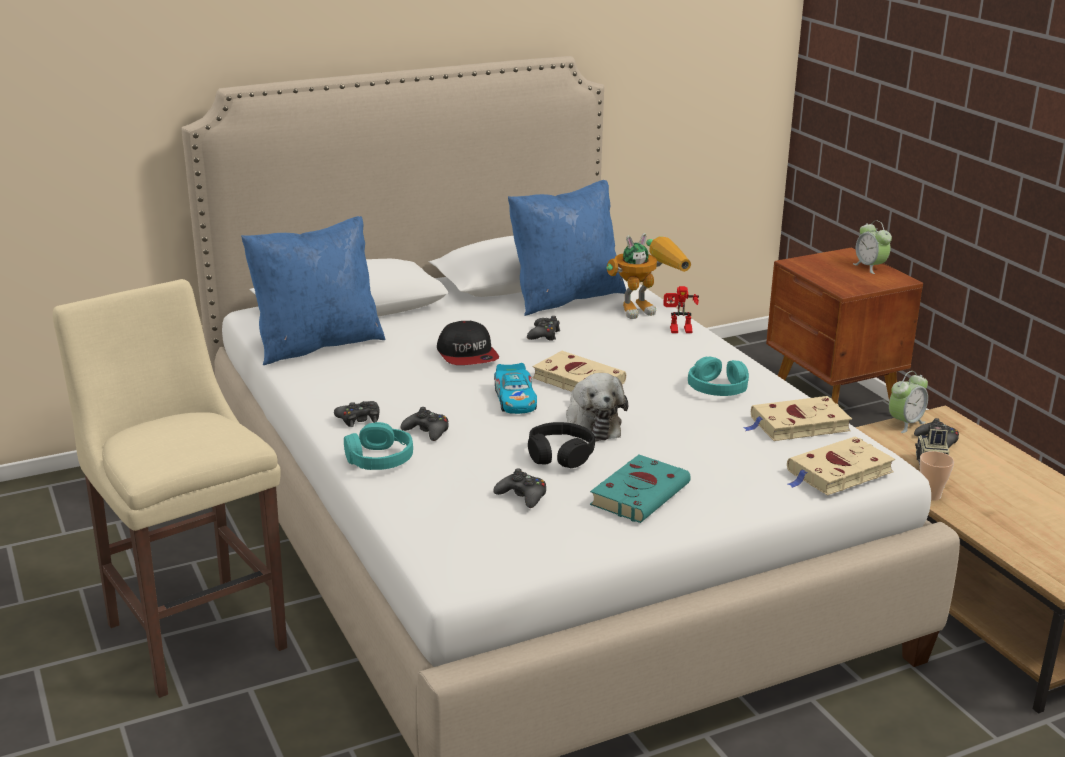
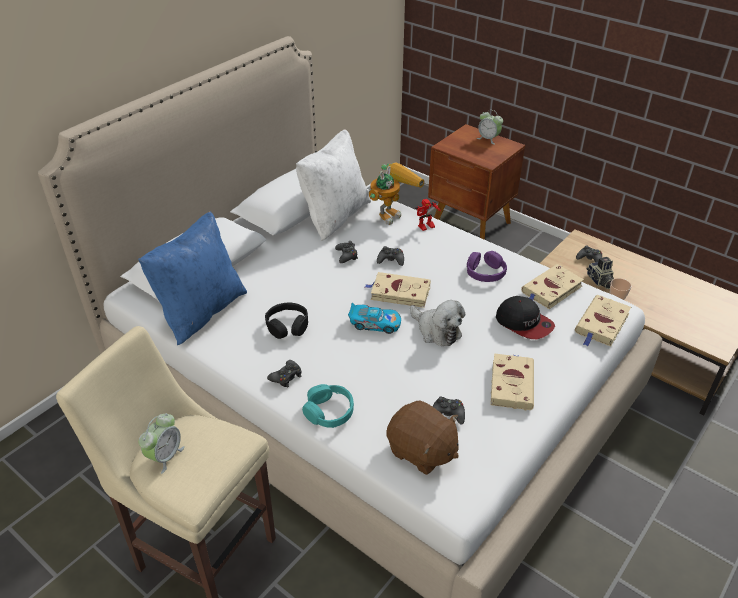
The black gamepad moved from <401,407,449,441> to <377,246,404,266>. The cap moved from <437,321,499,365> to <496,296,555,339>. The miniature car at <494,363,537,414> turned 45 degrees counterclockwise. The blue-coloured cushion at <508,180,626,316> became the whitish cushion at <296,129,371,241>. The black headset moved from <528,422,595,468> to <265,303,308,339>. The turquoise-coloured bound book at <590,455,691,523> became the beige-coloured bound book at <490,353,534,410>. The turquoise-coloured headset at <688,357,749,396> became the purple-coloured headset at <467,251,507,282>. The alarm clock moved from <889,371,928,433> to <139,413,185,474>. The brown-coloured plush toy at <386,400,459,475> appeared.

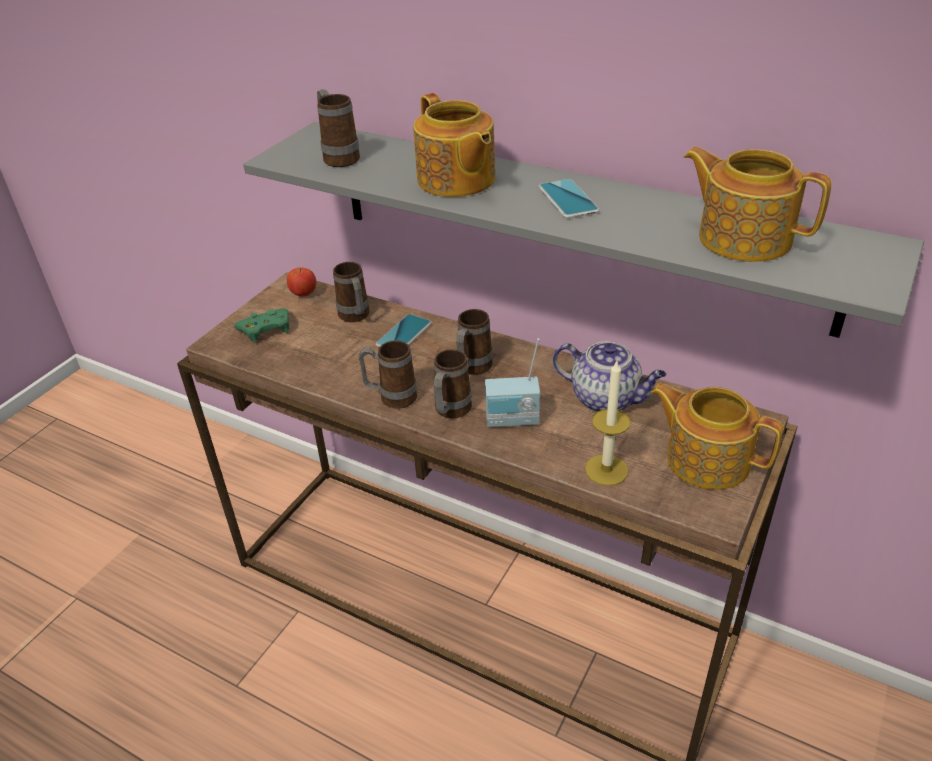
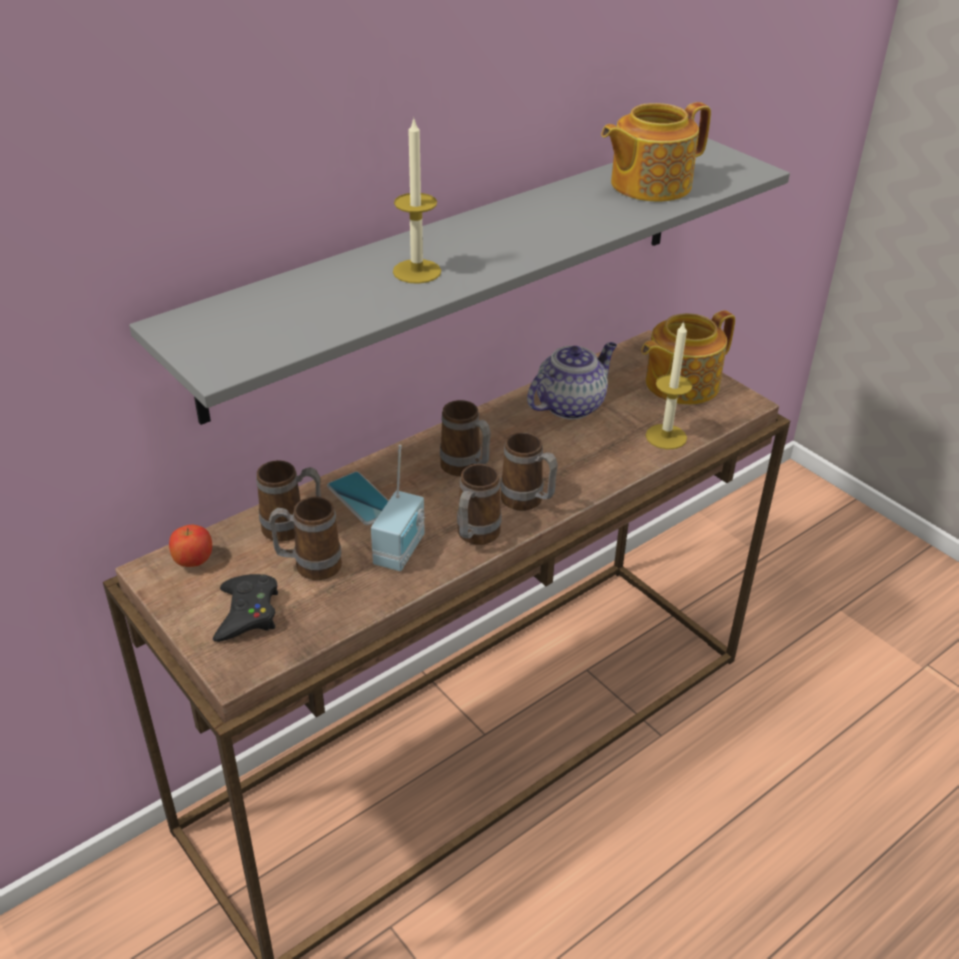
The green-coloured gamepad at <234,308,289,343> became the black gamepad at <213,574,278,642>. The coffee mug moved from <317,89,360,167> to <269,496,342,580>. The tea pot at <413,93,495,197> was replaced by the wax candle at <393,117,441,284>. The radio moved from <485,338,540,427> to <371,445,425,571>. The handset at <539,179,600,218> disappeared.

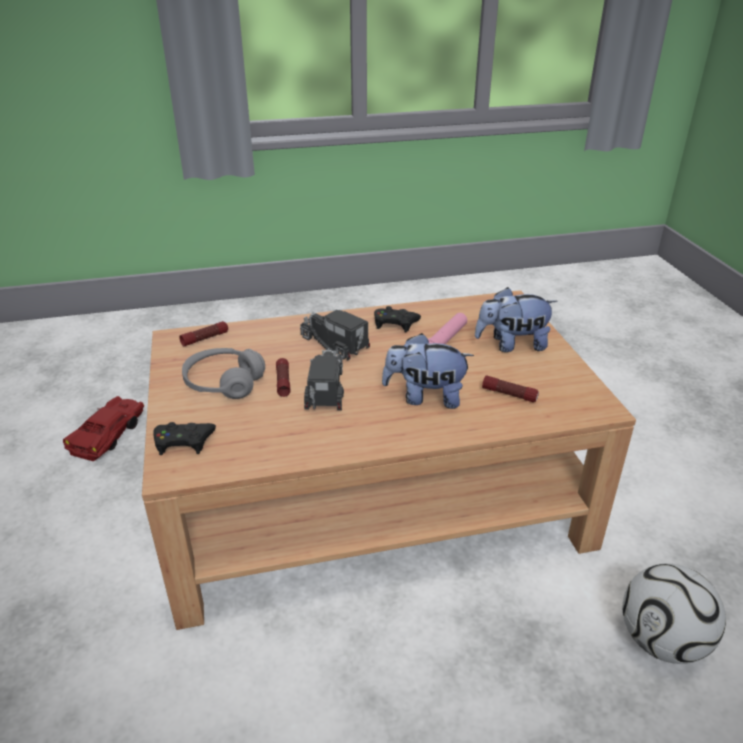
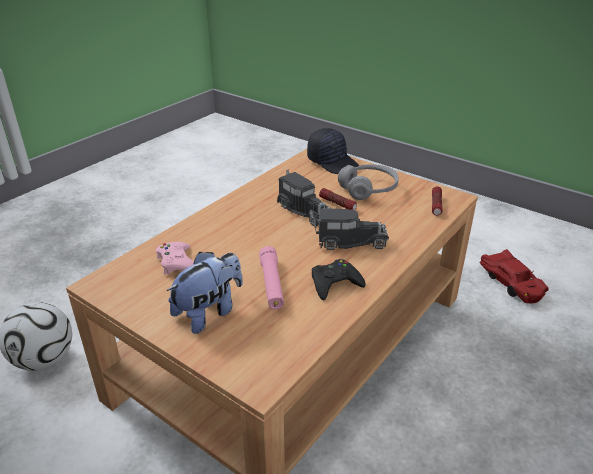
The black gamepad at <153,422,216,455> was replaced by the black cap at <307,128,359,174>. The plush toy at <382,333,474,409> disappeared. The hand torch at <482,375,539,402> was replaced by the pink gamepad at <156,242,194,274>.

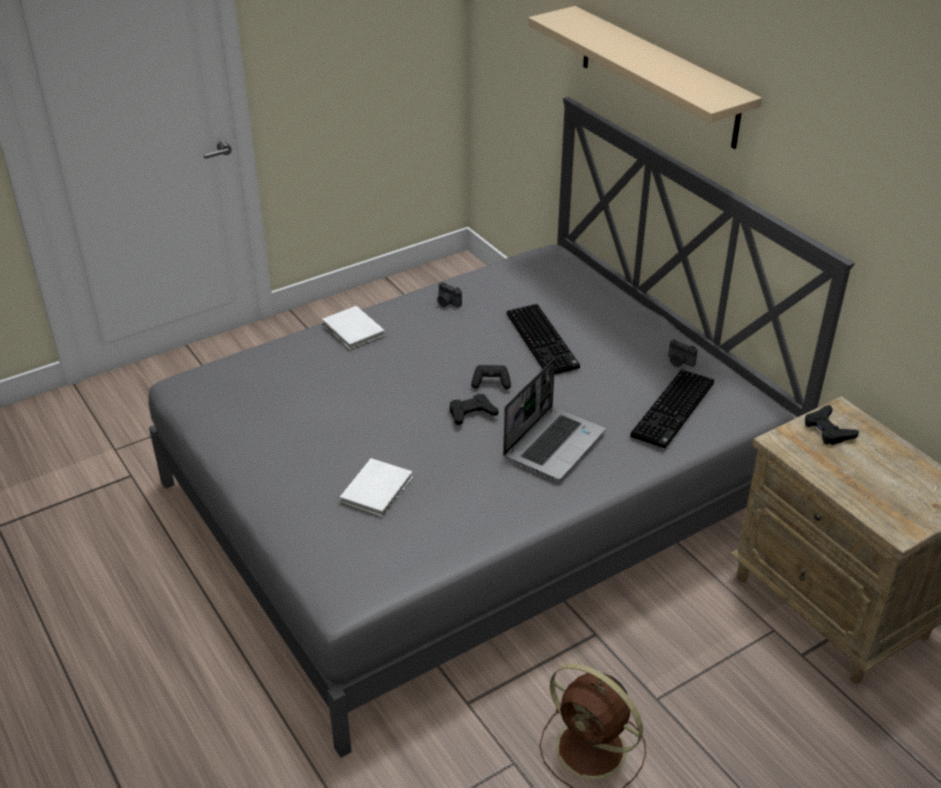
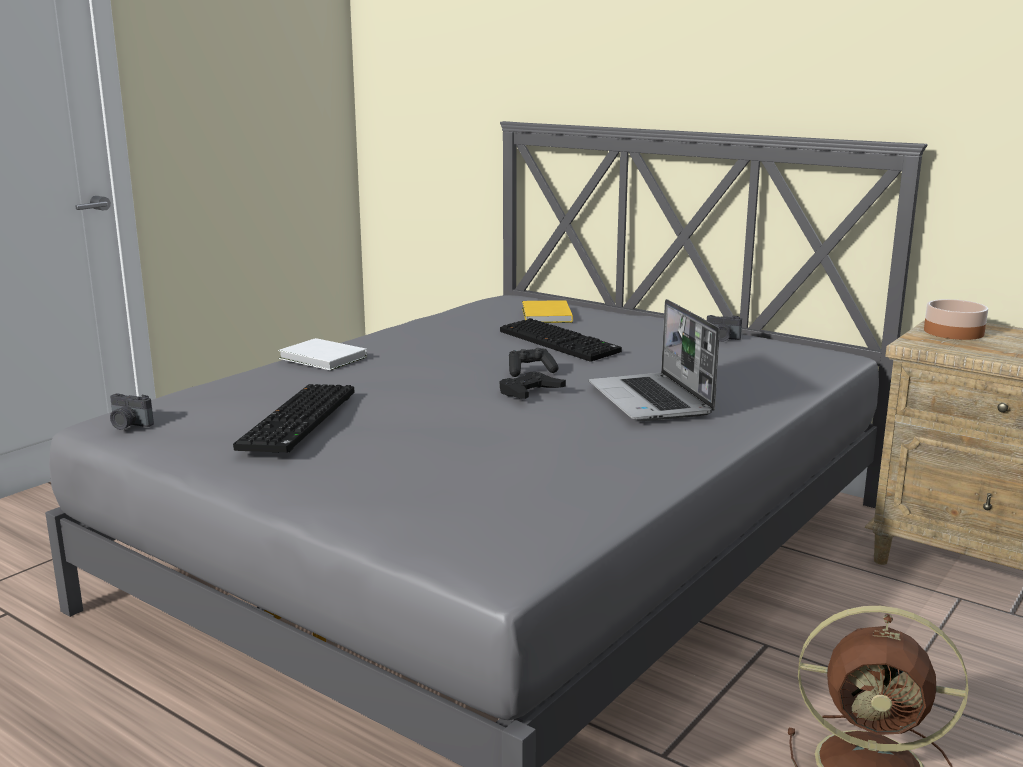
The whitish bound book at <340,458,413,517> disappeared. The still camera moved from <437,282,462,307> to <110,393,154,430>. The notebook computer at <503,359,606,480> turned 150 degrees clockwise. The beige-coloured shelf at <528,6,762,149> disappeared. The computer keyboard moved from <630,370,714,448> to <233,384,355,453>. The black gamepad at <805,405,859,445> was replaced by the deep dish at <924,299,988,340>. The yellow-coloured bound book at <522,300,573,323> appeared.

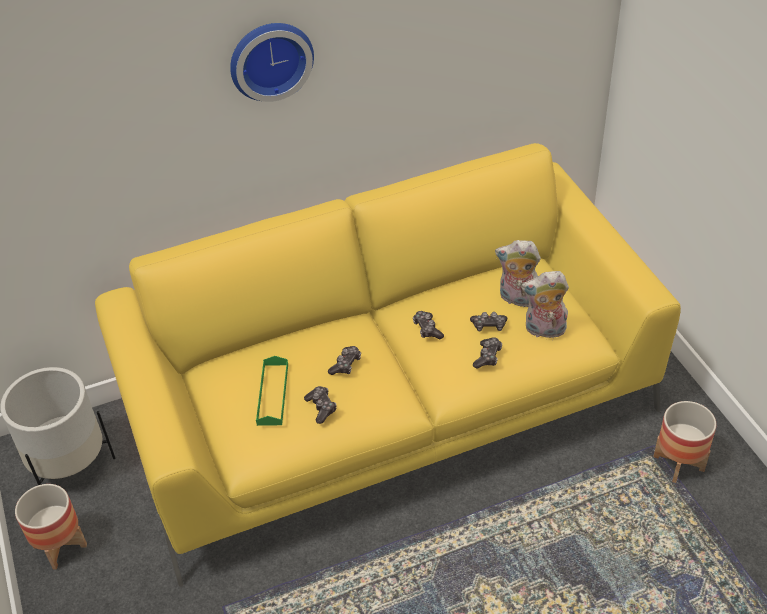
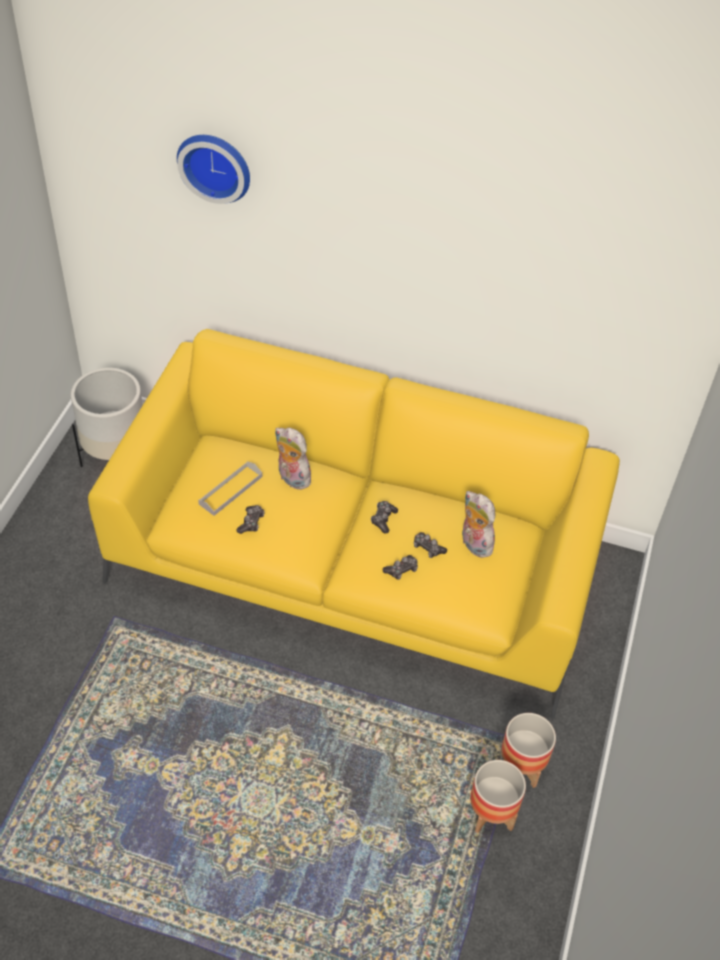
The flower pot moved from <15,484,87,570> to <470,760,526,833>. The wall clock moved from <230,23,314,102> to <177,135,250,204>. The green-coloured tray at <256,356,288,426> became the greyish tray at <198,462,262,516>. The gamepad at <328,346,361,375> disappeared. The plush toy moved from <521,271,569,338> to <275,428,311,490>.

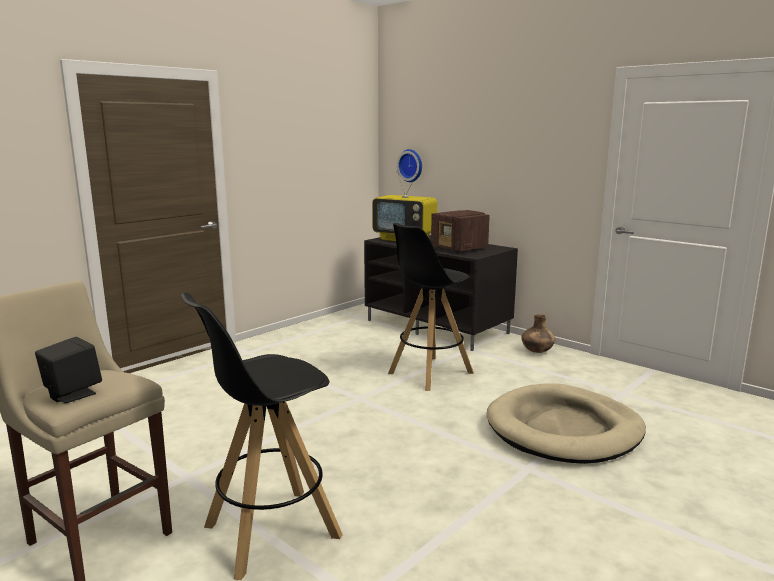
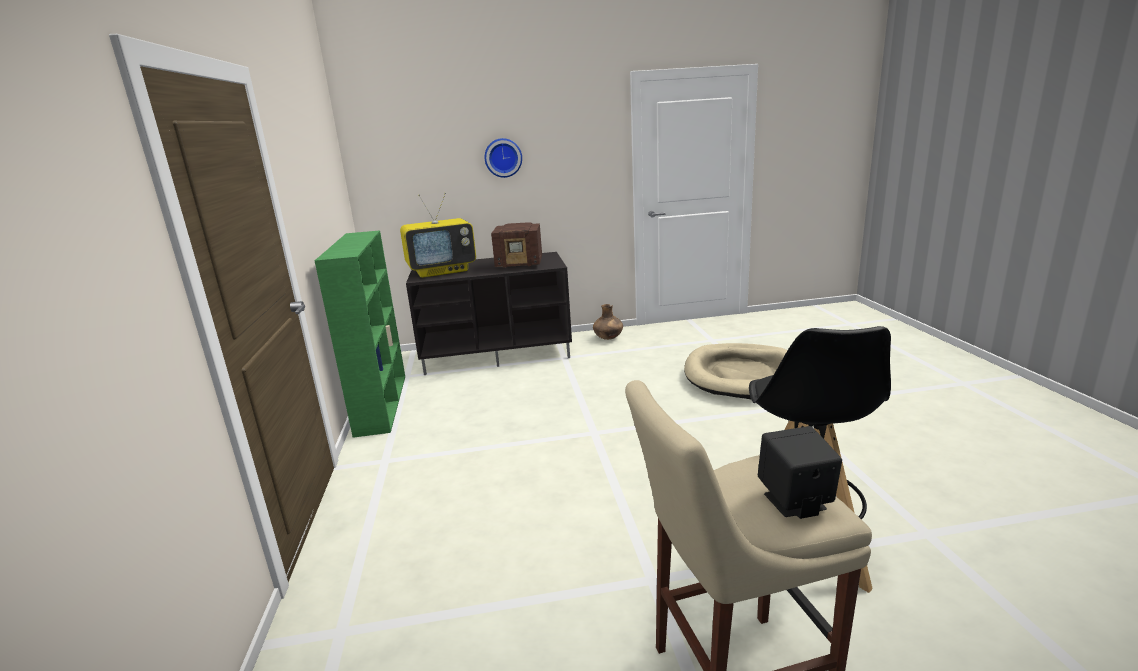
The black stool at <388,223,474,391> disappeared. The wall clock moved from <397,149,422,182> to <484,138,522,178>. The green-coloured bookshelf at <315,230,405,438> appeared.

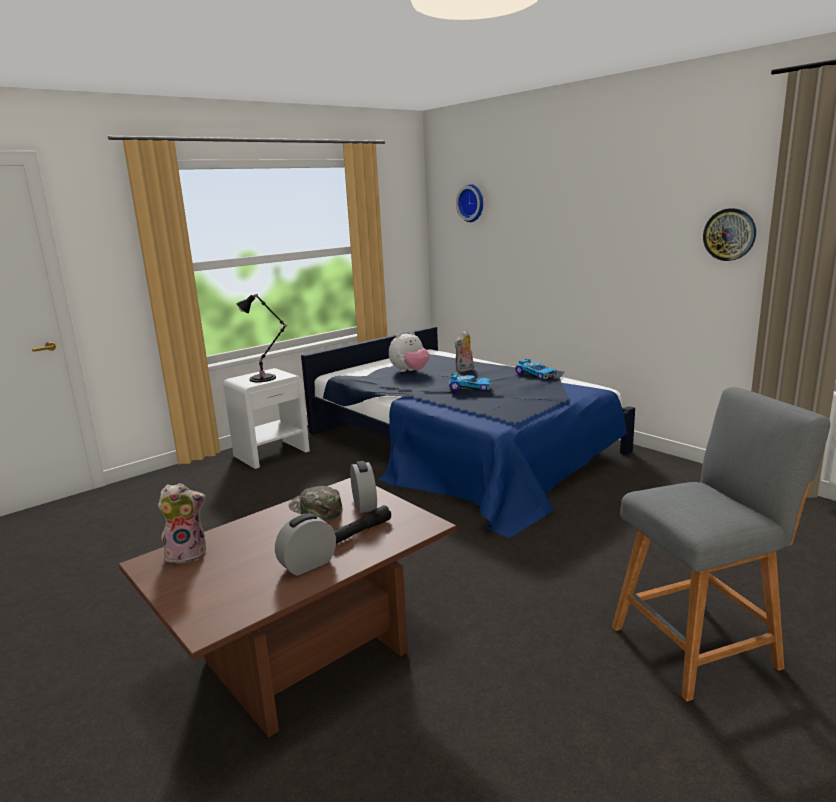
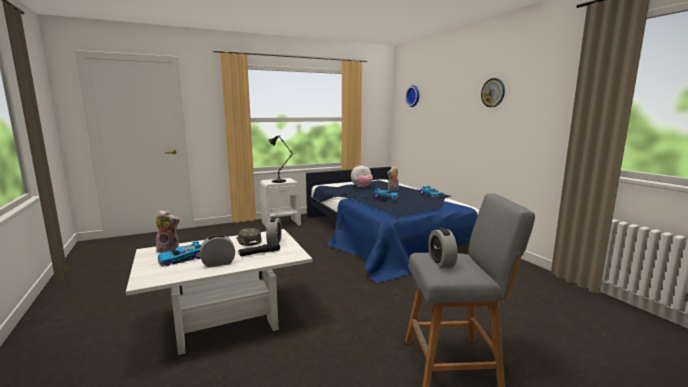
The brown-coloured lounge table at <119,478,456,737> became the whitish lounge table at <126,229,313,355>. The wall clock moved from <703,208,756,261> to <481,78,505,107>. The miniature car at <158,241,201,267> appeared. The alarm clock at <428,228,458,268> appeared.

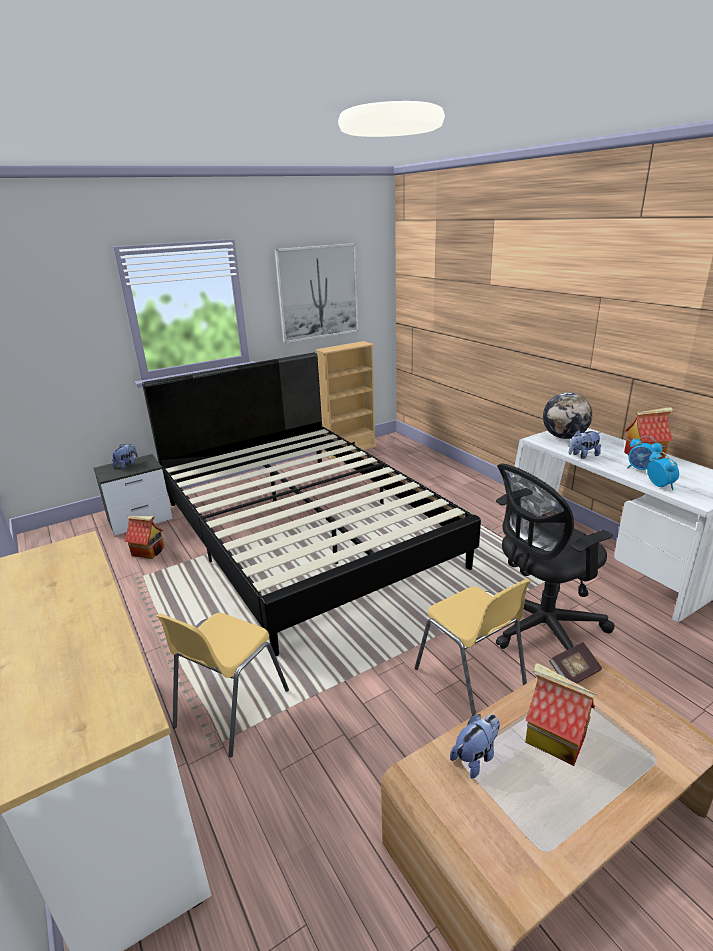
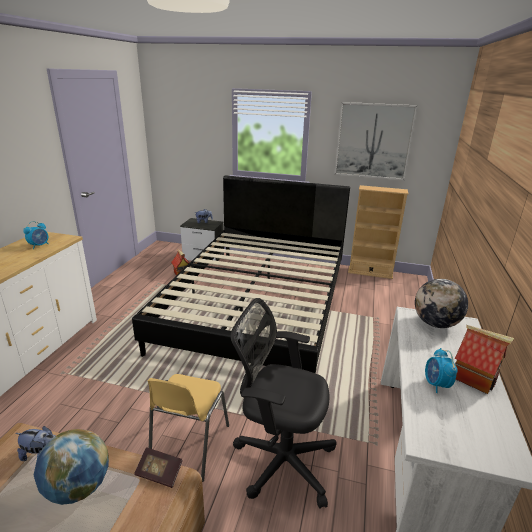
The yellow-coloured chair at <156,613,289,757> disappeared. The miniature house at <525,663,597,766> was replaced by the globe at <34,429,109,505>. The plush toy at <569,430,601,459> disappeared. The alarm clock moved from <647,452,679,490> to <23,221,48,249>.

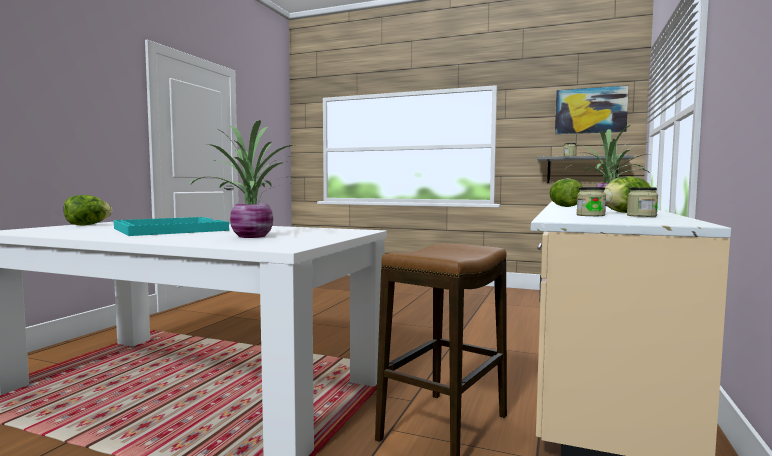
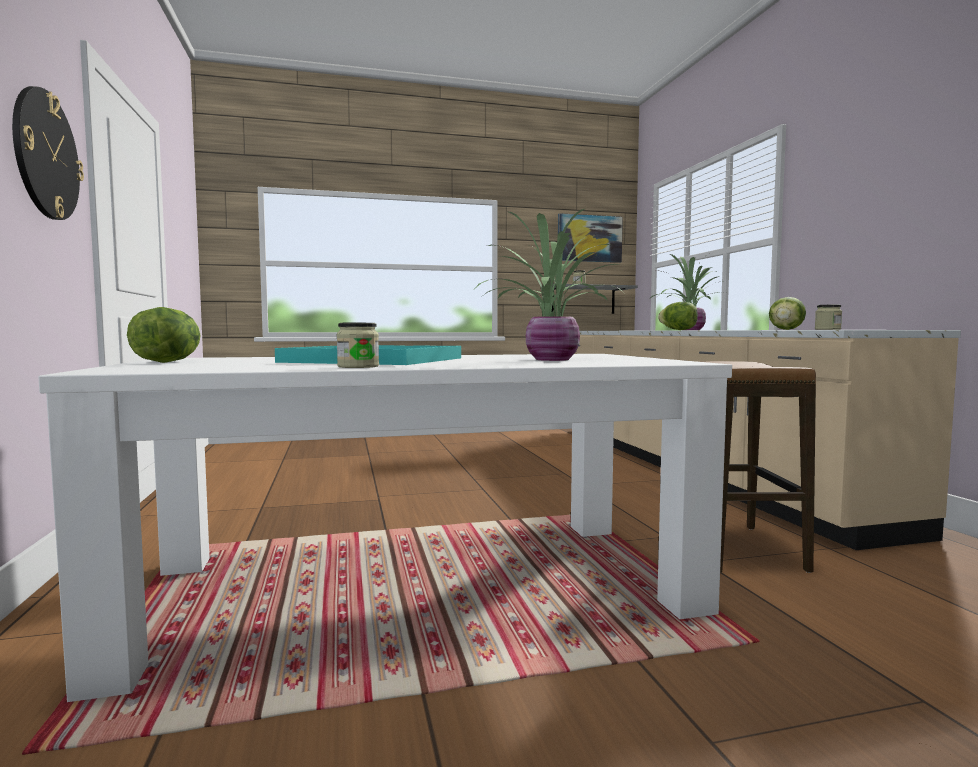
The storage jar moved from <577,187,606,216> to <336,323,379,368>. The wall clock at <12,86,84,220> appeared.

